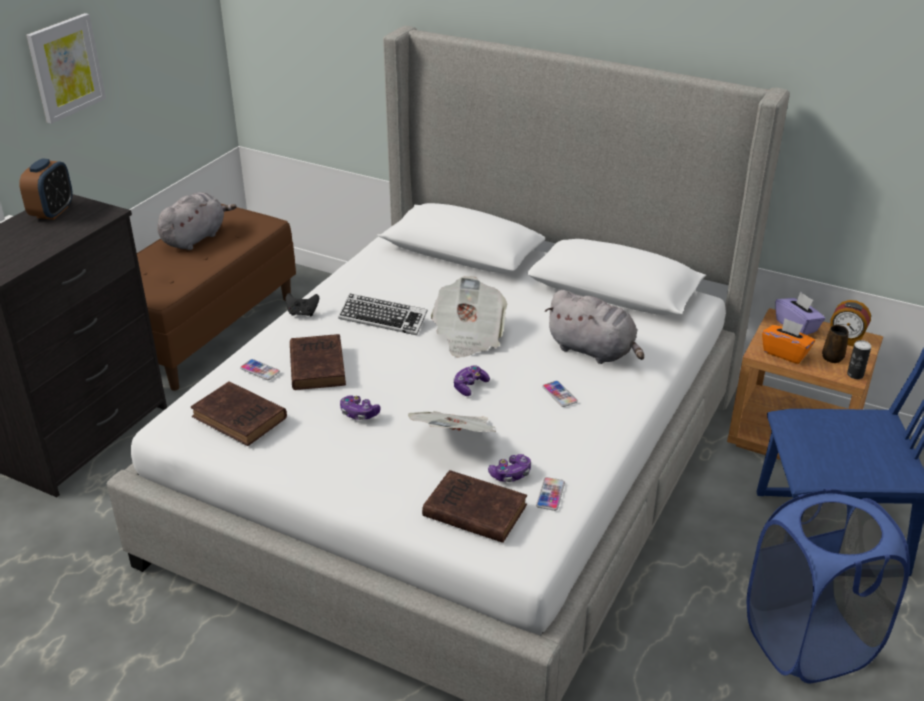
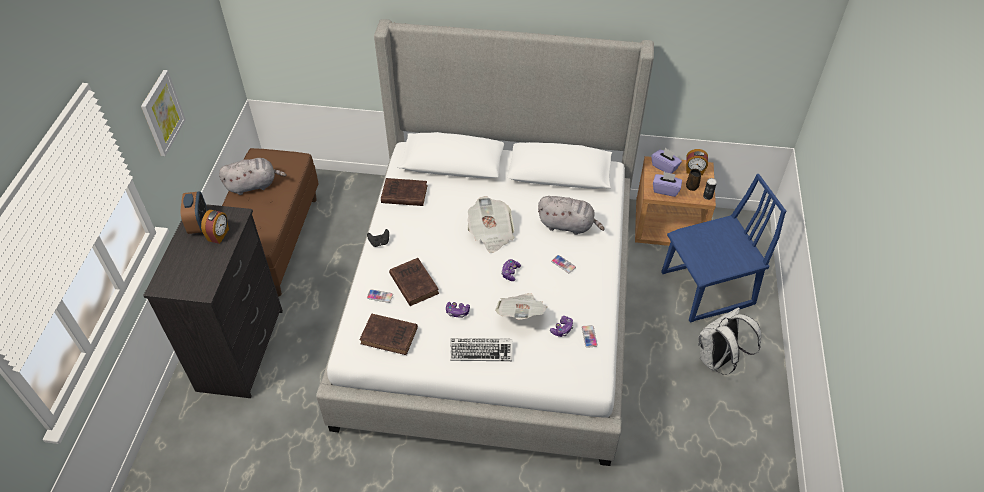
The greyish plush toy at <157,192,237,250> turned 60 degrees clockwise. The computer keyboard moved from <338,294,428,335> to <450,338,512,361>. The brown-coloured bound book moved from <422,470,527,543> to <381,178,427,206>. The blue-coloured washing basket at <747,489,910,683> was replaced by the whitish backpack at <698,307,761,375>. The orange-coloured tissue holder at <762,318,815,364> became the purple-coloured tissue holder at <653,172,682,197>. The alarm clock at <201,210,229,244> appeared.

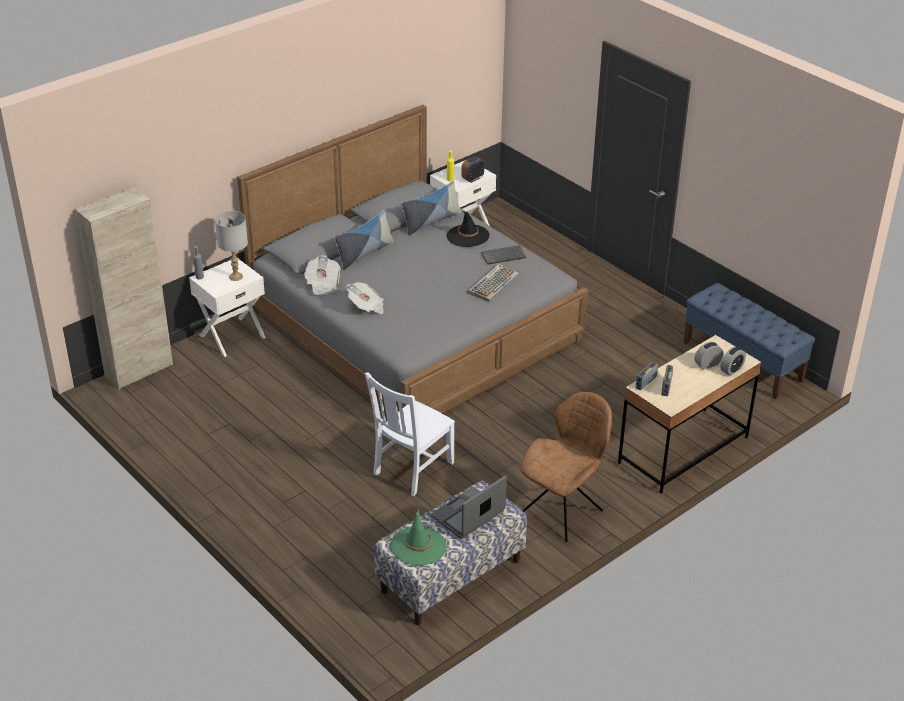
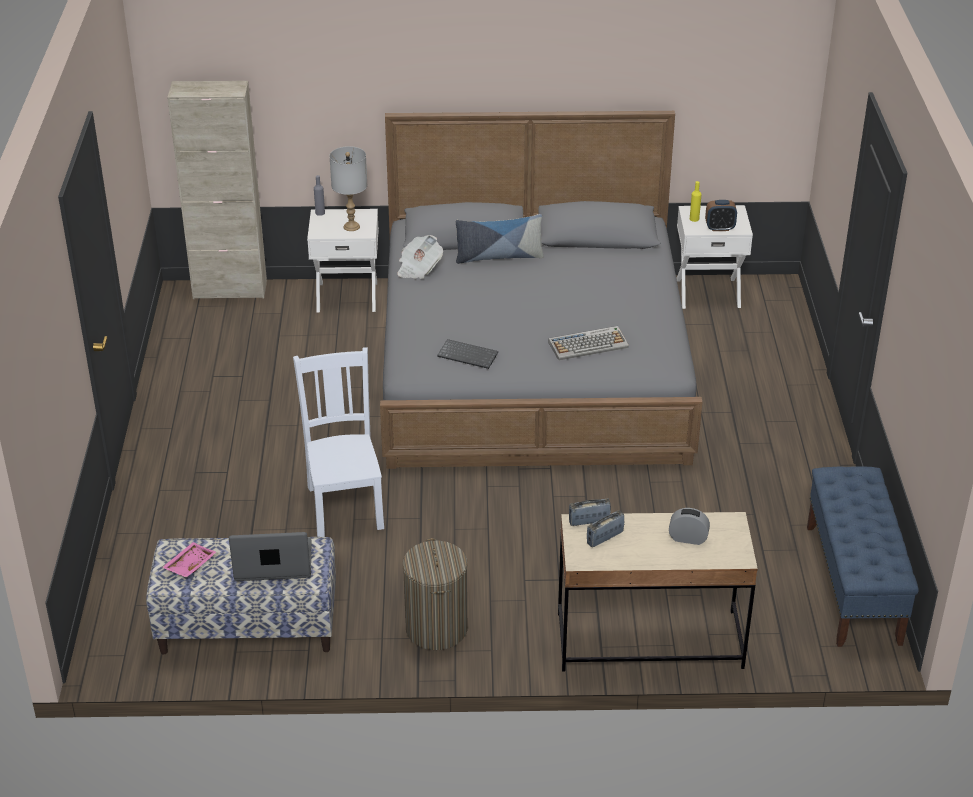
The printed paper at <347,282,384,314> disappeared. The whitish chair at <365,372,455,496> turned 90 degrees clockwise. The green-coloured hat at <391,510,447,566> was replaced by the pink tray at <162,542,217,578>. The cushion at <402,181,461,235> disappeared. The black hat at <446,211,490,247> disappeared. The computer keyboard moved from <481,245,526,265> to <437,339,498,369>. The brown-coloured chair at <520,392,612,542> was replaced by the washing basket at <403,538,467,650>. The alarm clock at <720,347,746,376> disappeared.

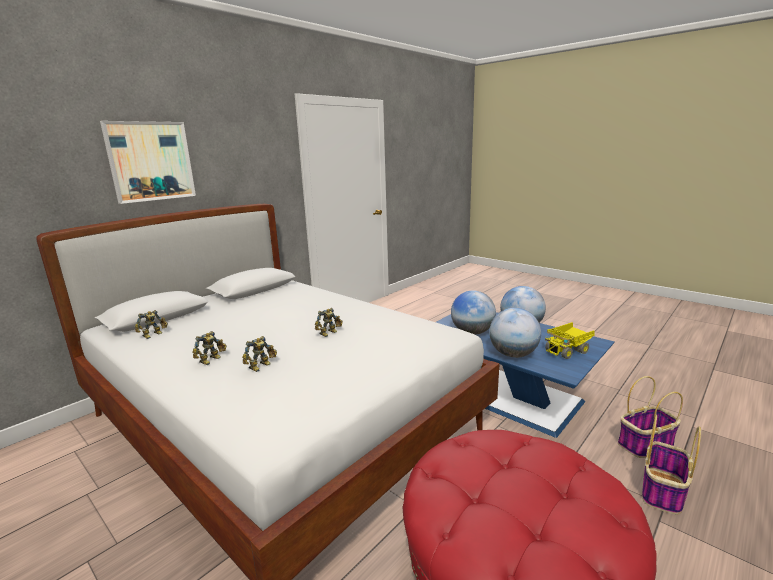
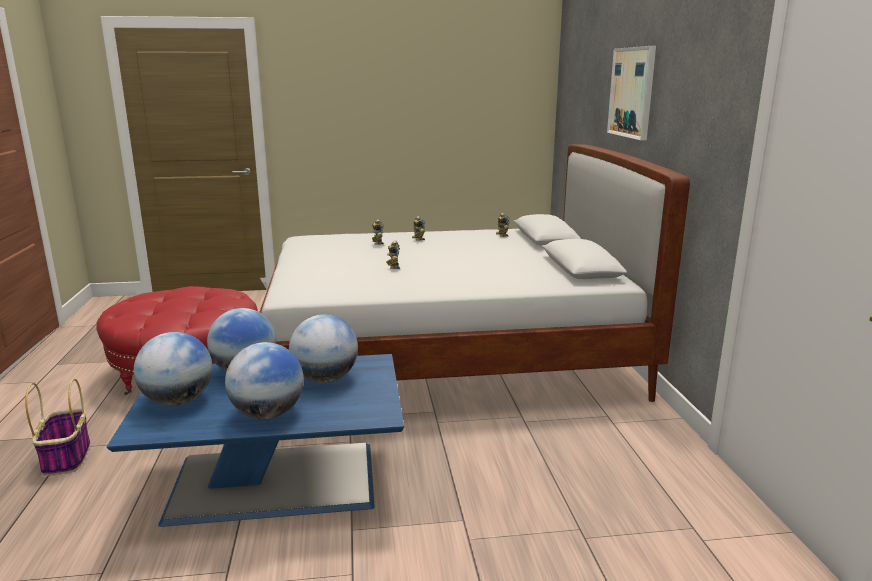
The model truck at <545,322,595,359> was replaced by the globe at <134,332,212,406>. The household basket at <618,376,683,458> disappeared.

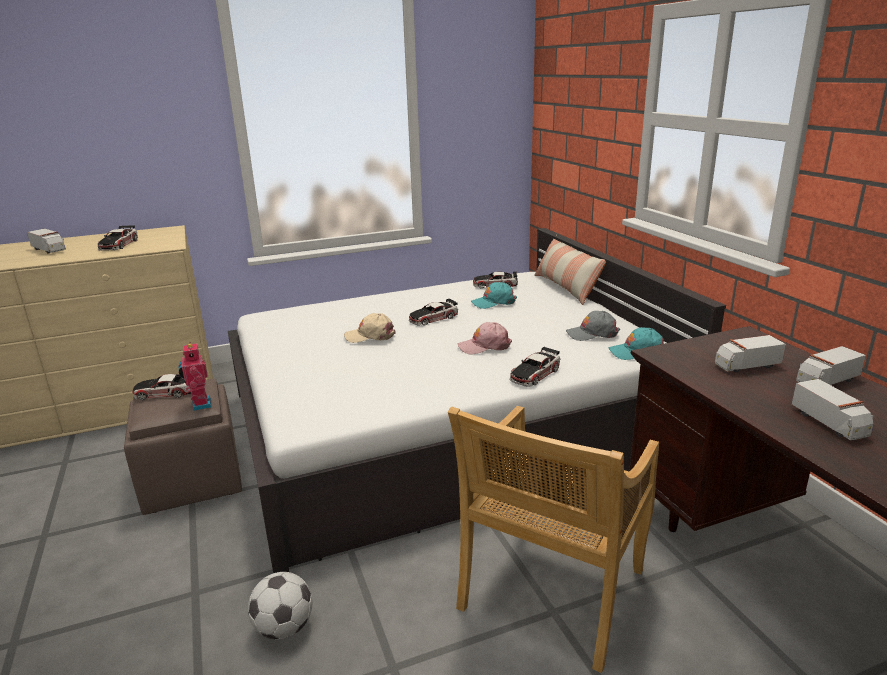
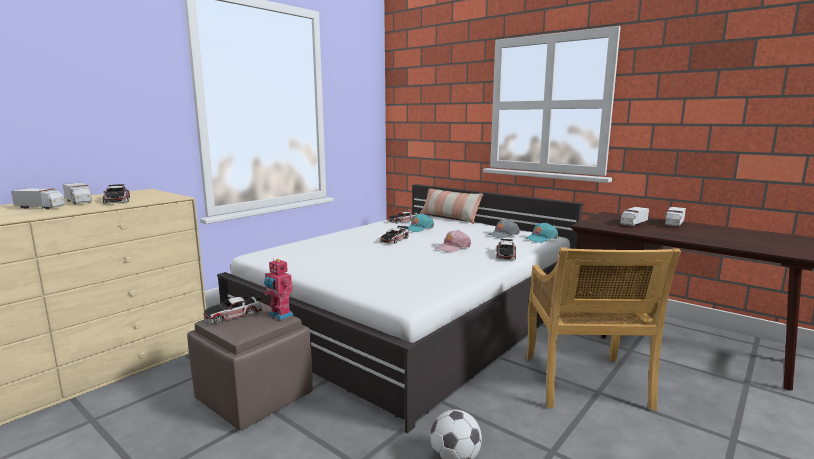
The beige-coloured cap at <344,313,396,343> disappeared. The model truck moved from <792,379,874,440> to <63,183,92,204>.

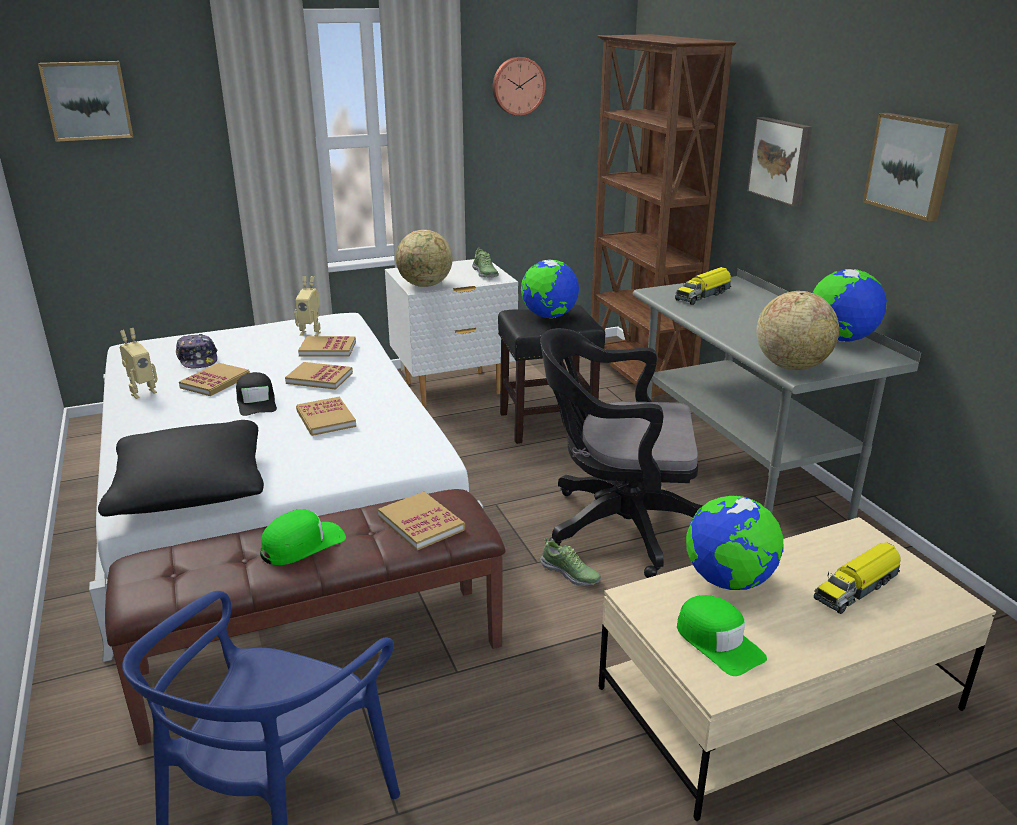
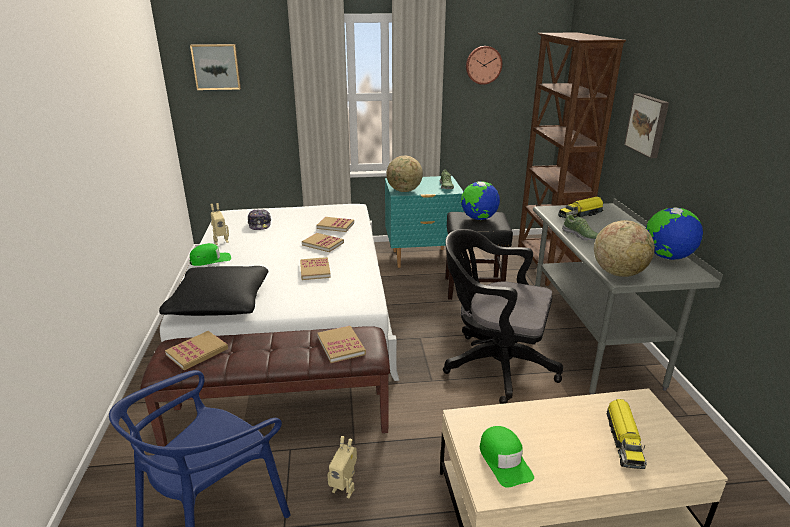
The bound book moved from <179,363,250,396> to <165,331,228,370>. The black cap at <236,372,277,416> disappeared. The green-coloured cap moved from <260,510,346,565> to <190,243,231,266>. The model robot moved from <294,276,321,336> to <327,436,357,498>. The whitish bedside table at <385,259,518,407> became the turquoise-coloured bedside table at <385,176,464,268>. The low shoe moved from <540,538,601,586> to <562,213,598,241>. The globe at <686,496,784,590> disappeared. The model truck at <814,542,901,614> turned 60 degrees counterclockwise. The wall picture at <863,113,959,221> disappeared.

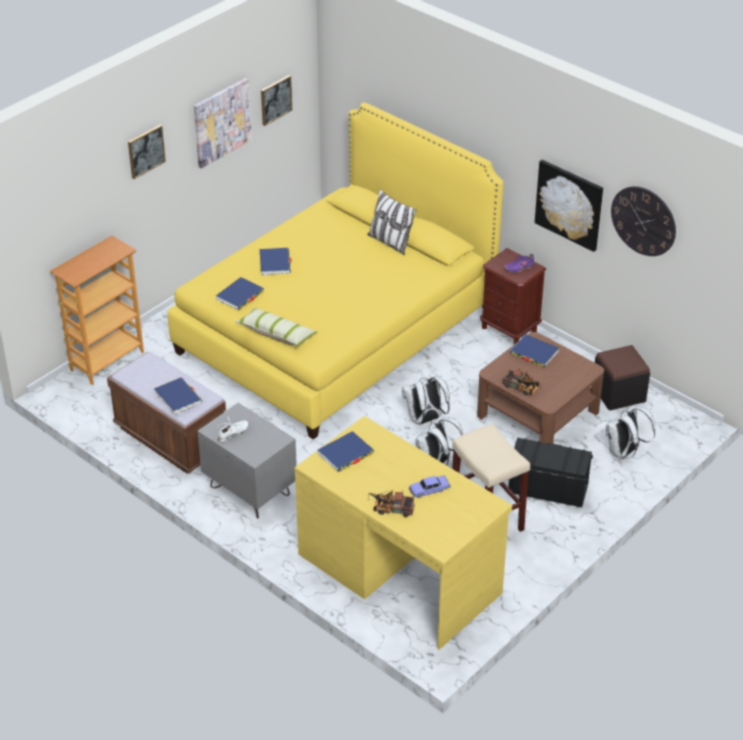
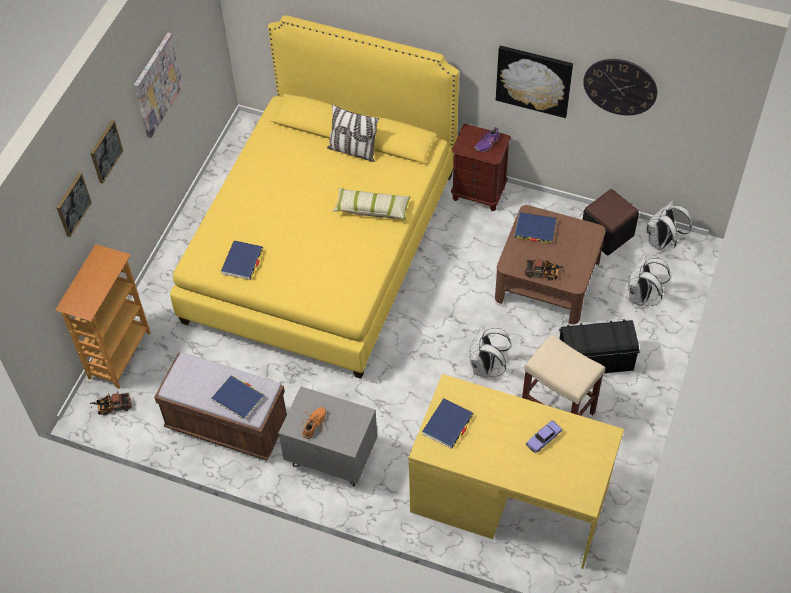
The whitish low shoe at <217,417,249,443> became the orange-coloured low shoe at <300,407,326,439>. The cushion moved from <235,308,317,347> to <333,188,411,220>. The blue-coloured bound book at <260,248,292,276> disappeared. The wall picture moved from <261,75,292,126> to <56,173,92,237>. The model truck moved from <367,489,415,517> to <90,391,132,415>. The whitish backpack moved from <402,375,450,425> to <647,201,692,251>.

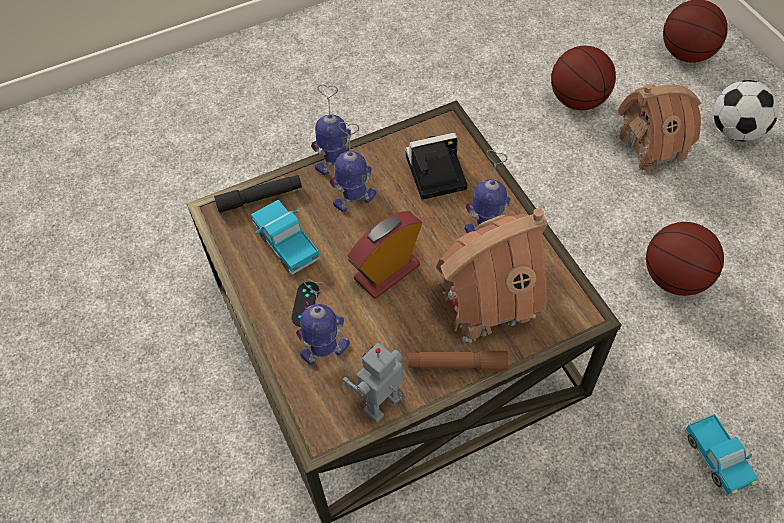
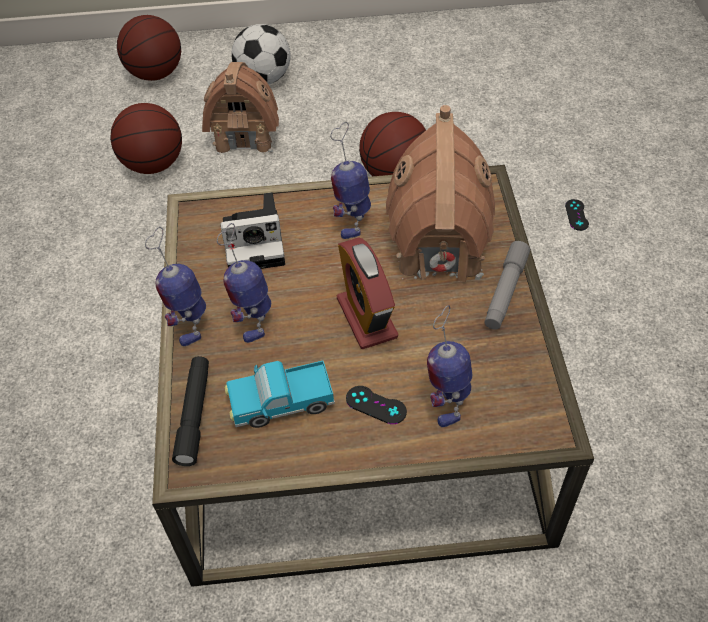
The model robot at <342,343,406,423> disappeared. The still camera at <405,133,467,200> turned 105 degrees counterclockwise. The brown-coloured hand torch at <408,351,508,370> became the greyish hand torch at <484,241,530,330>. The model truck at <685,414,758,496> was replaced by the black gamepad at <565,199,589,231>.

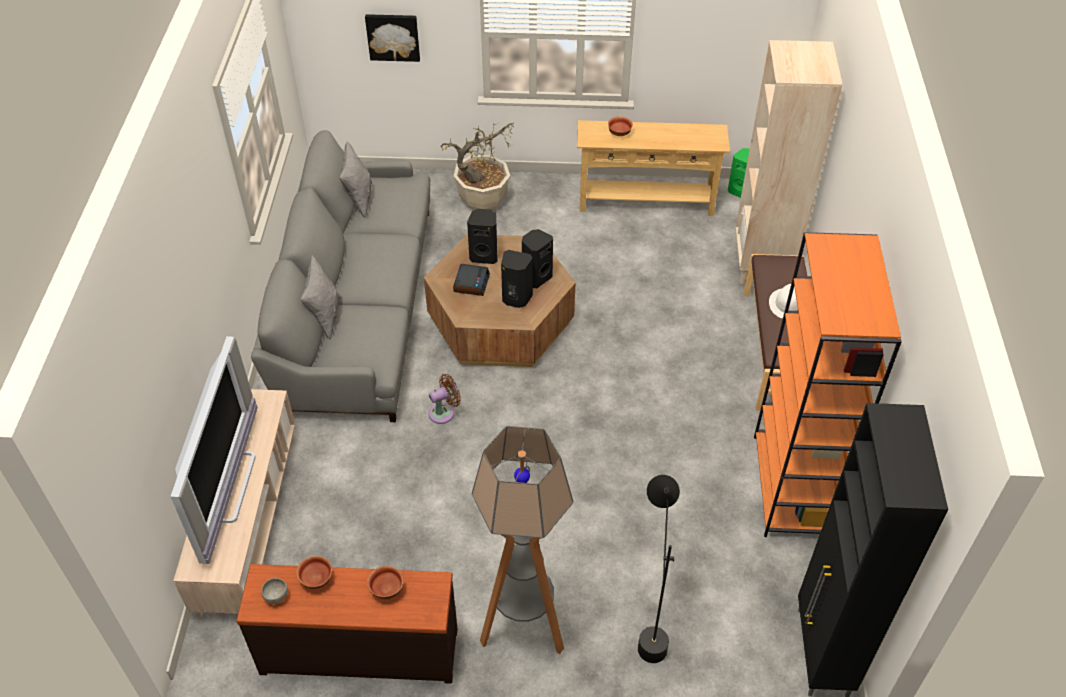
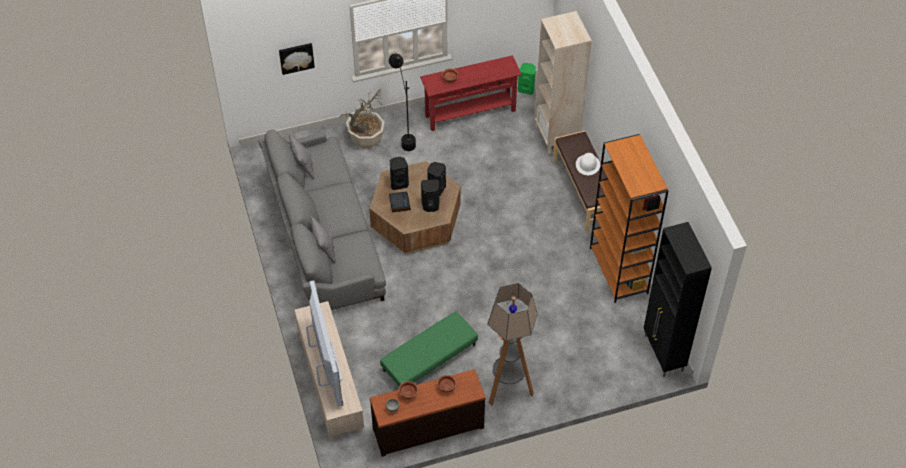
The brown-coloured cooling fan at <429,374,461,424> disappeared. The beige-coloured hall table at <577,120,730,216> became the reddish hall table at <420,55,522,131>. The black floor lamp moved from <638,475,680,663> to <389,54,416,151>. The green-coloured pouffe at <380,312,478,386> appeared.

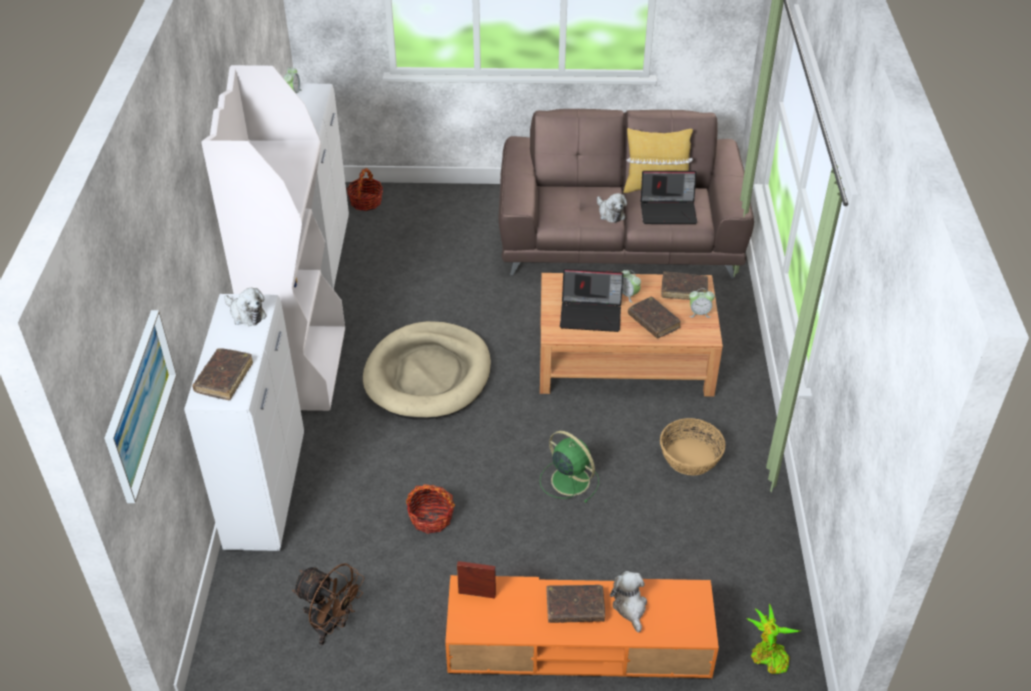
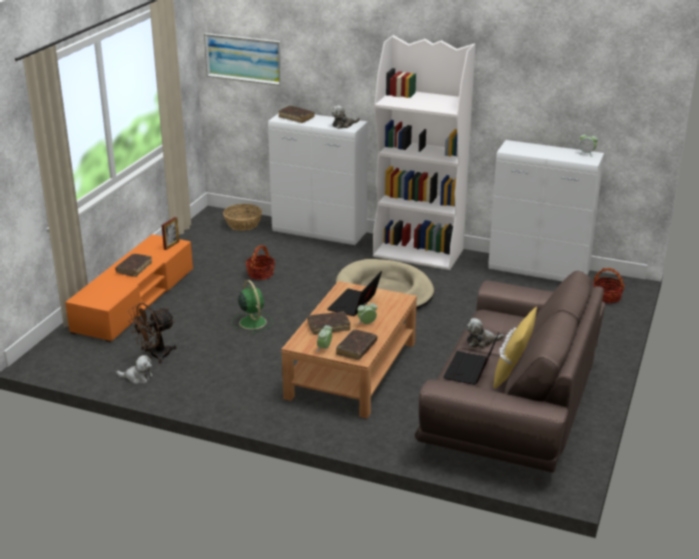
The brown-coloured cooling fan moved from <292,563,364,645> to <128,303,177,364>. The green-coloured cooling fan at <540,431,599,503> turned 90 degrees counterclockwise. The plush toy moved from <610,571,647,632> to <116,355,152,385>. The household basket moved from <660,418,726,475> to <223,204,262,231>. The plant in a pot at <746,604,800,674> disappeared.

